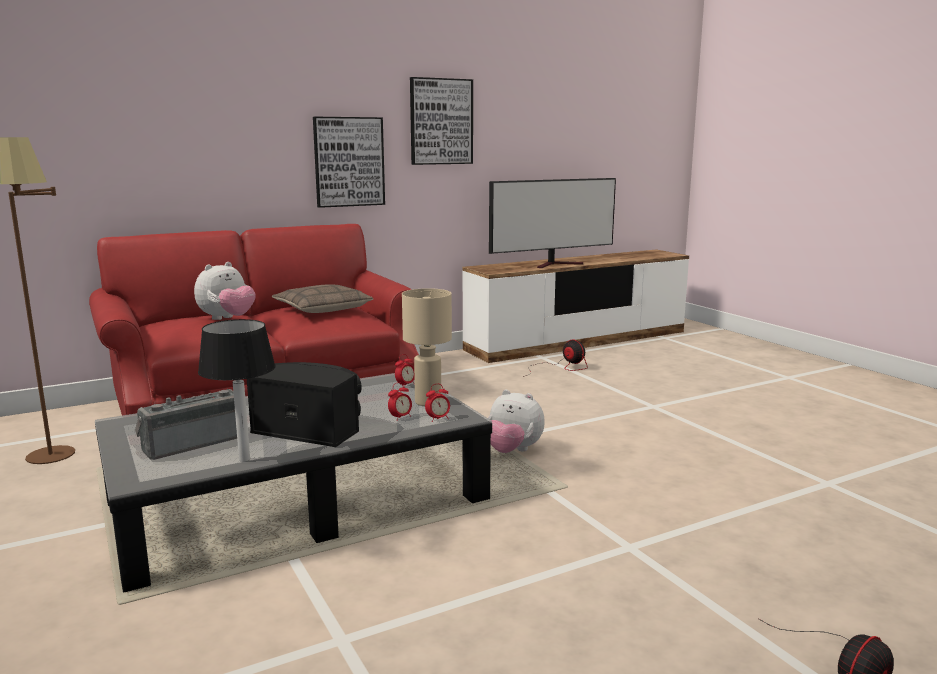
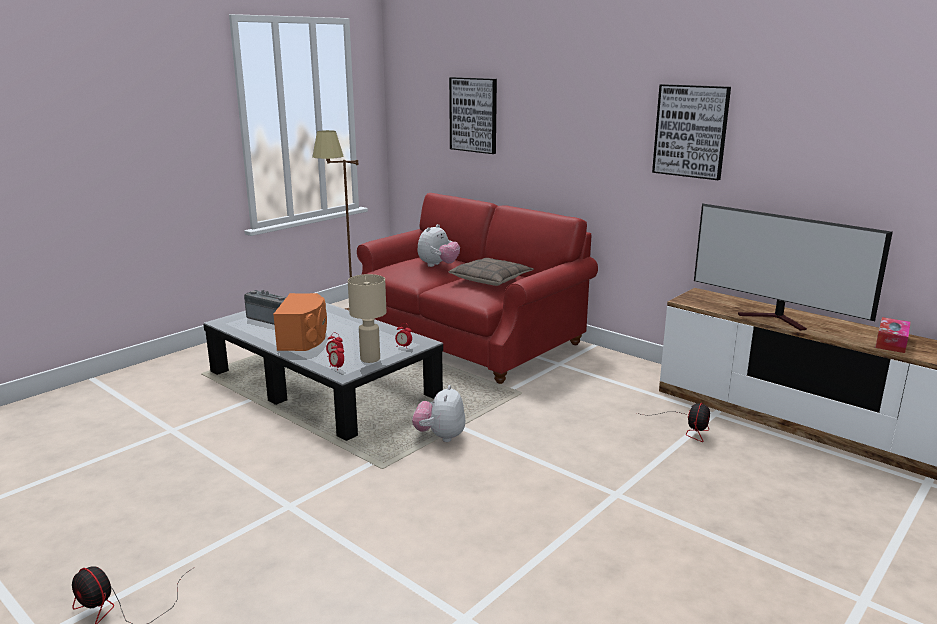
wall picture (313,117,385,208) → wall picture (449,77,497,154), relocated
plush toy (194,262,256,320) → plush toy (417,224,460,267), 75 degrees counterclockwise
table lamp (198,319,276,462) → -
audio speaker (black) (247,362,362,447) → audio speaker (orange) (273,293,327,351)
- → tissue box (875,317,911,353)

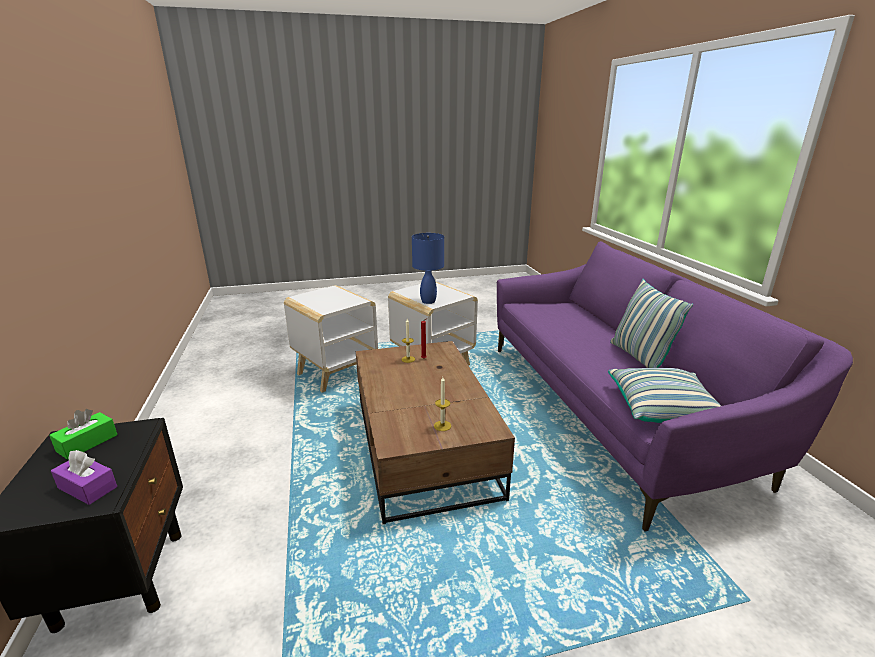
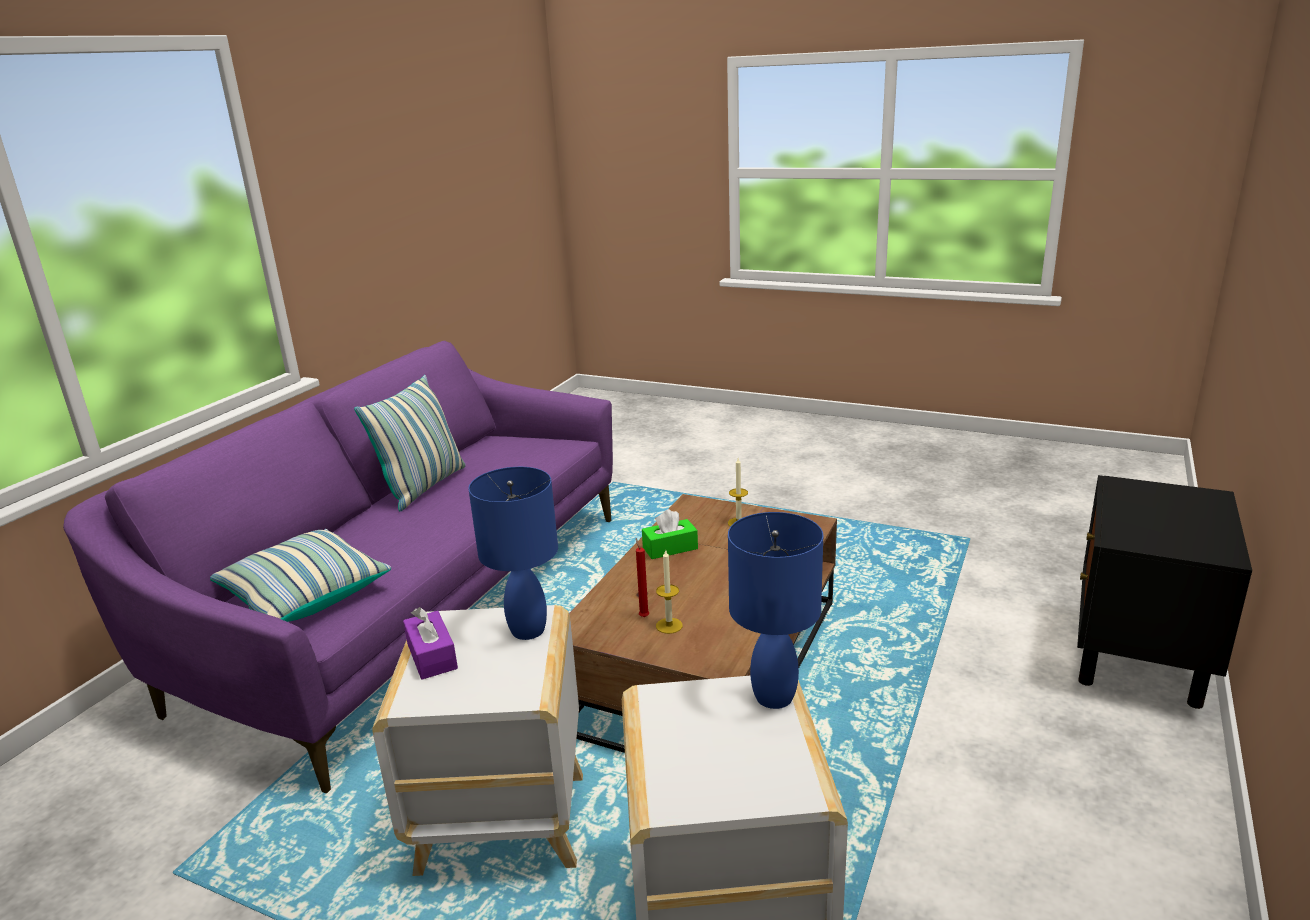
cushion (608,368,721,423) → cushion (210,529,391,622), relocated
tissue box (greenish) (49,409,117,460) → tissue box (greenish) (642,509,698,559), relocated
tissue box (purple-coloured) (51,450,117,505) → tissue box (purple-coloured) (403,607,458,679), relocated
- → table lamp (blue-coloured) (728,512,823,709)

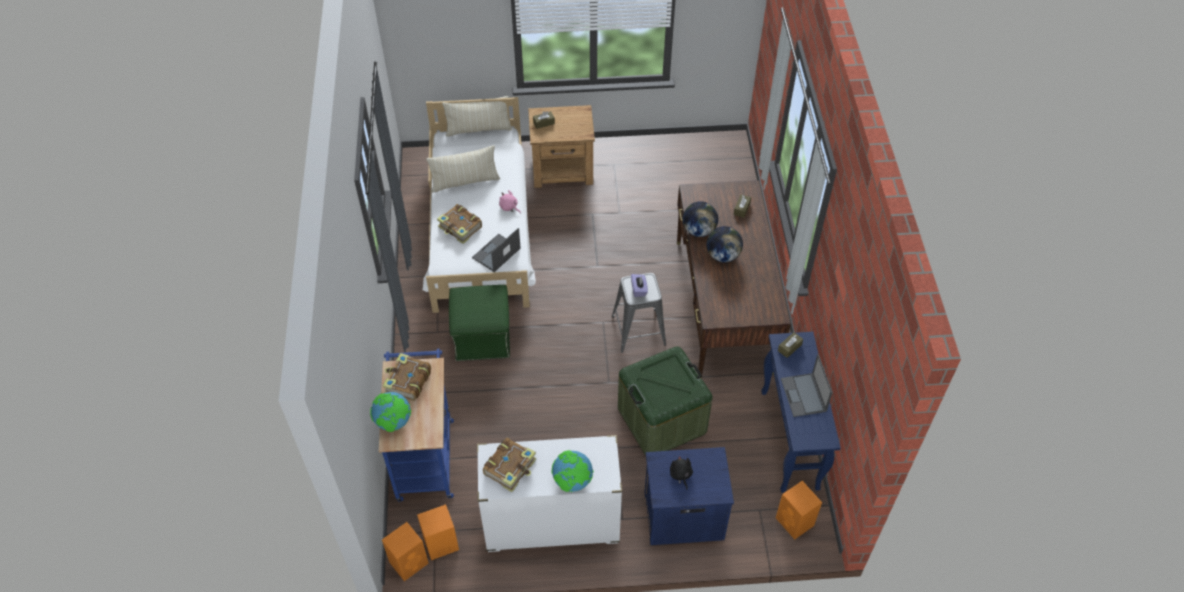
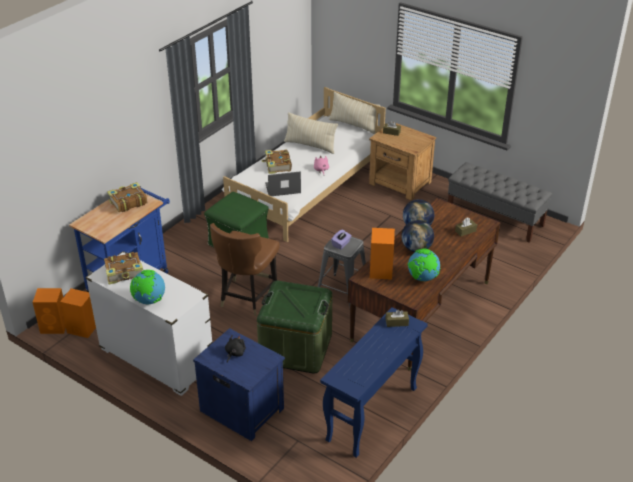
portable computer (781,354,833,417) → -
globe (370,392,411,432) → globe (407,249,441,281), relocated
audio speaker (orange) (776,481,822,540) → audio speaker (orange) (370,228,395,280), relocated
- → bench (gray) (448,162,552,243)
- → upright chair (brownish) (210,223,280,316)

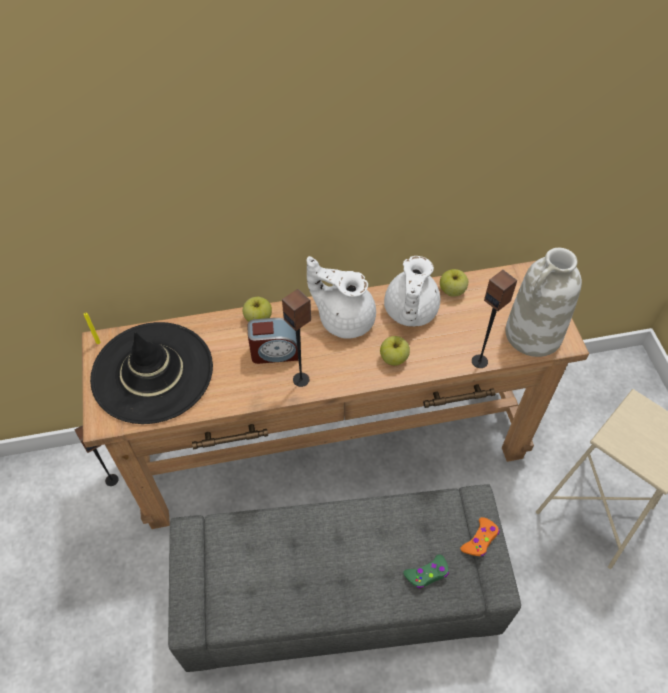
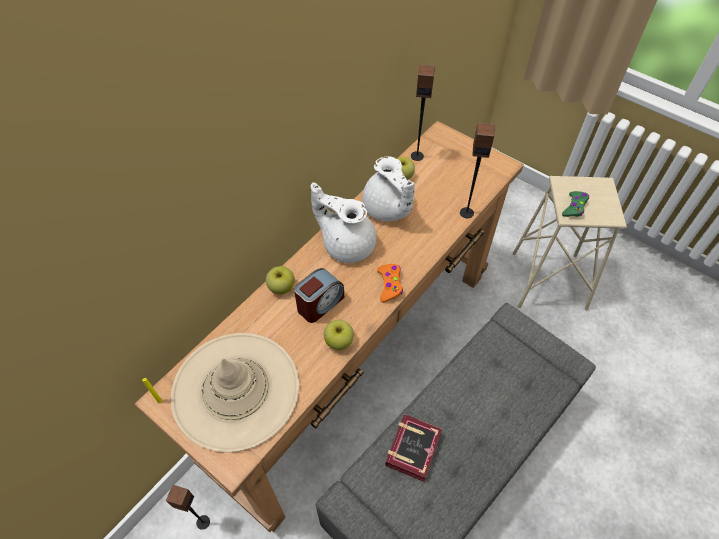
decorative vase (white-coloured) (505,248,582,357) → -
pot for tea (white-coloured) (307,256,376,339) → pot for tea (white-coloured) (311,183,376,263), 45 degrees clockwise
audio speaker (282,289,311,387) → audio speaker (411,65,435,161), relocated
hat (black) (90,322,213,424) → hat (beige-coloured) (171,333,299,452)
apple (380,336,410,366) → apple (324,320,354,350), relocated
game controller (orange) (460,517,500,556) → game controller (orange) (377,264,403,303), relocated
game controller (greenish) (403,554,449,589) → game controller (greenish) (562,191,589,217), relocated
- → volume (385,414,442,482)

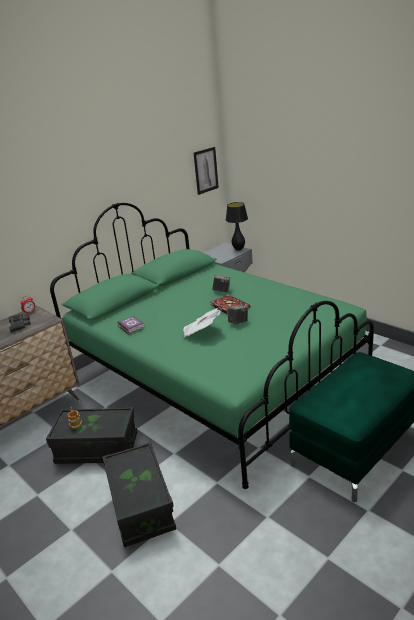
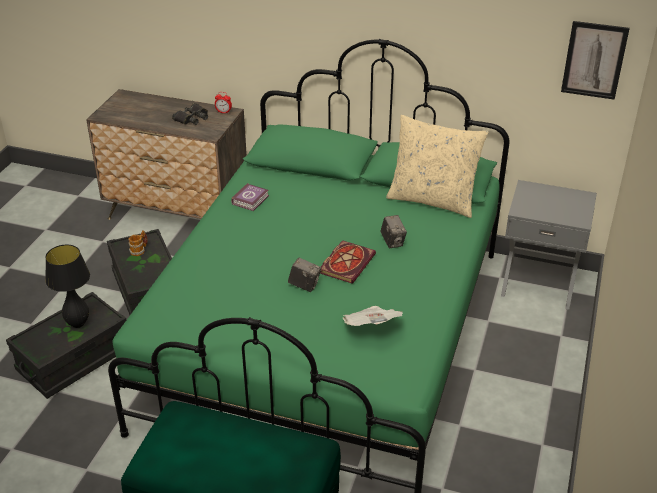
table lamp (black) (226,202,248,251) → table lamp (black) (45,245,90,328), relocated
daily paper (183,308,220,337) → daily paper (343,306,403,326), relocated
- → cushion (beige-coloured) (386,115,488,218)

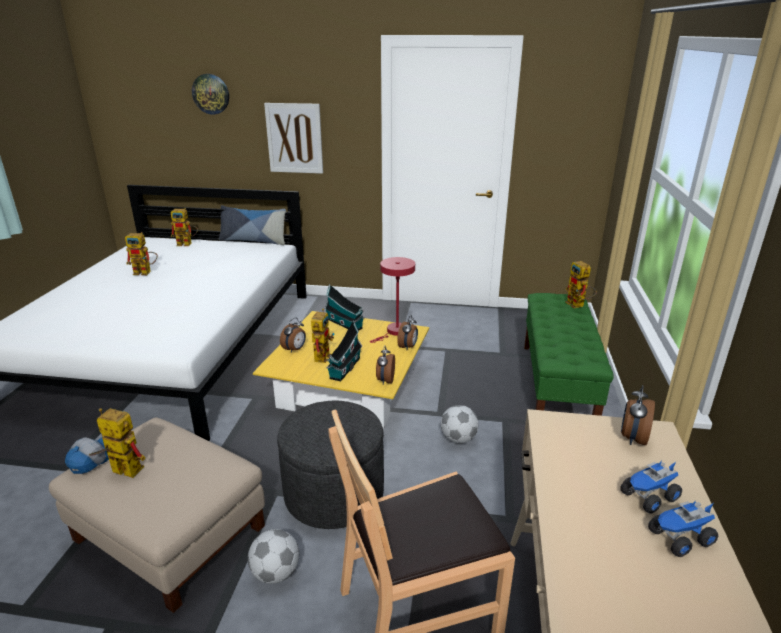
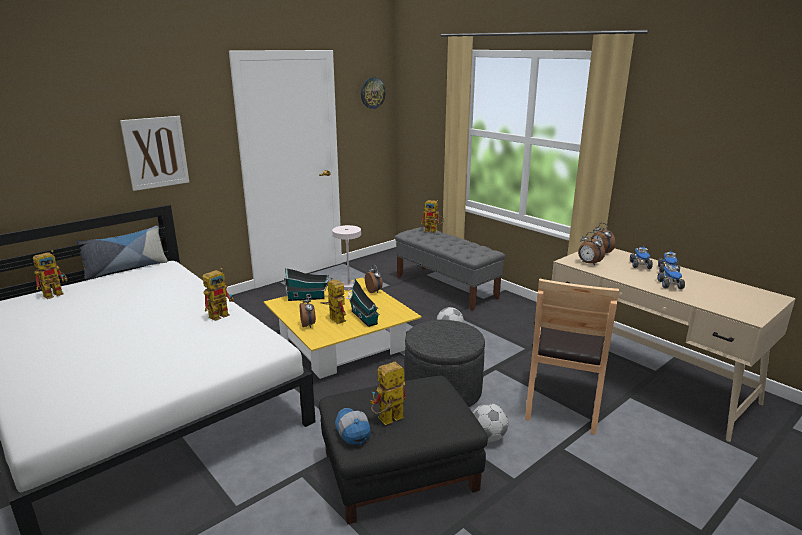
hanging clock (192,74,229,115) → hanging clock (361,77,386,109), relocated
robot figure (125,232,158,275) → robot figure (203,268,234,321), relocated
table lamp (reddish) (370,257,415,343) → table lamp (white-coloured) (332,225,361,299)
bench (greenish) (524,293,614,416) → bench (gray) (395,227,505,311)
bedside clock (376,345,395,385) → bedside clock (578,232,605,266), relocated
pouffe (beige-coloured) (49,418,265,613) → pouffe (black) (319,376,488,524)
- → model truck (658,263,685,289)

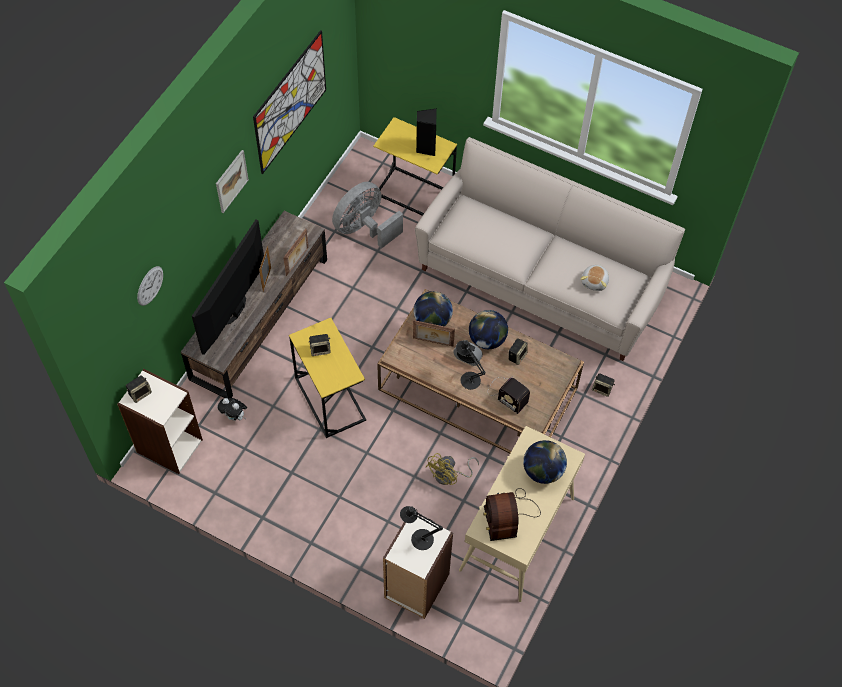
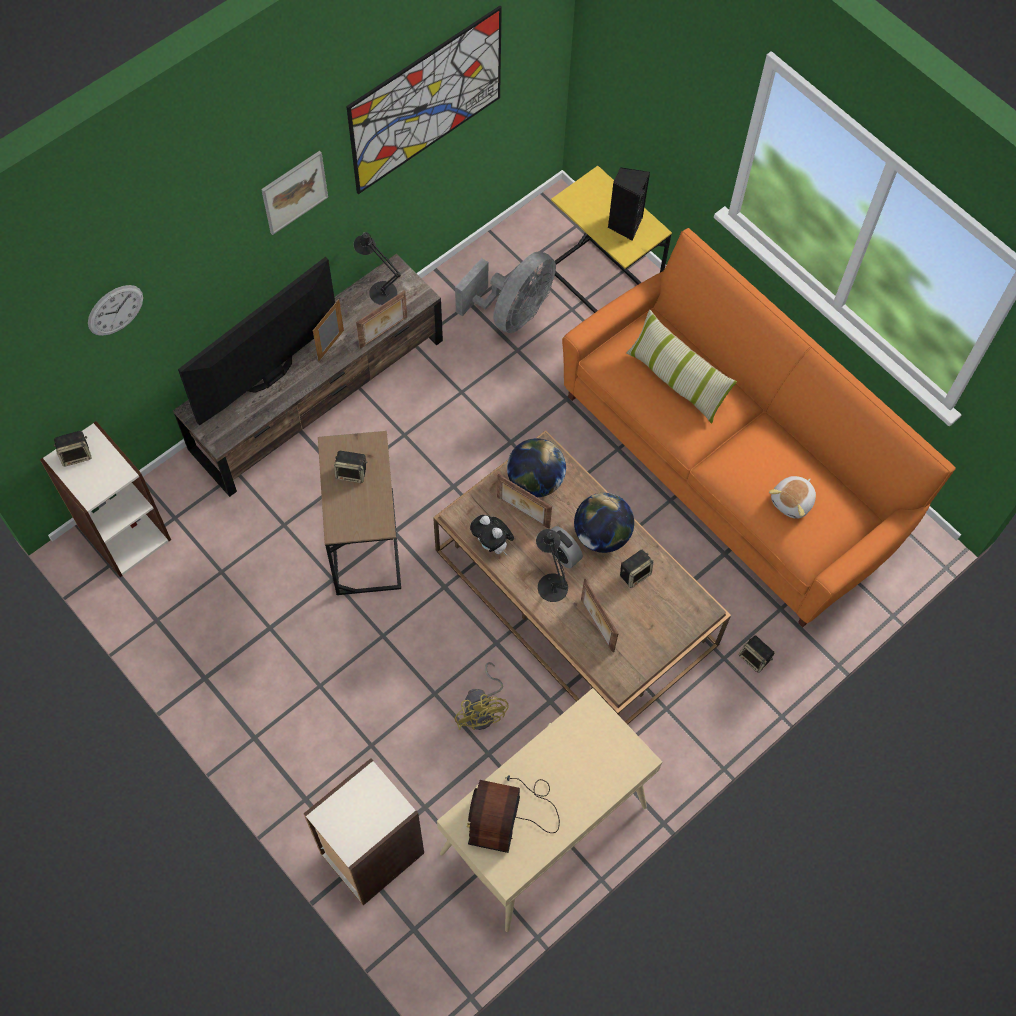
settee (beige-coloured) (415,137,685,361) → settee (orange) (562,228,956,627)
electric fan (gray) (332,182,403,249) → electric fan (gray) (455,251,556,333), 150 degrees clockwise
accent table (yellow-coloured) (289,318,366,438) → accent table (brownish) (318,431,401,595)
radio (488,376,530,414) → photo frame (581,579,619,652)
plush toy (218,398,247,421) → plush toy (470,515,514,555), relocated
globe (523,440,567,484) → -
electric fan (yellow-coloured) (426,453,479,485) → electric fan (yellow-coloured) (455,662,509,730), 75 degrees counterclockwise
table lamp (black) (400,506,443,550) → table lamp (black) (353,232,401,305), relocated
- → cushion (626,310,737,424)

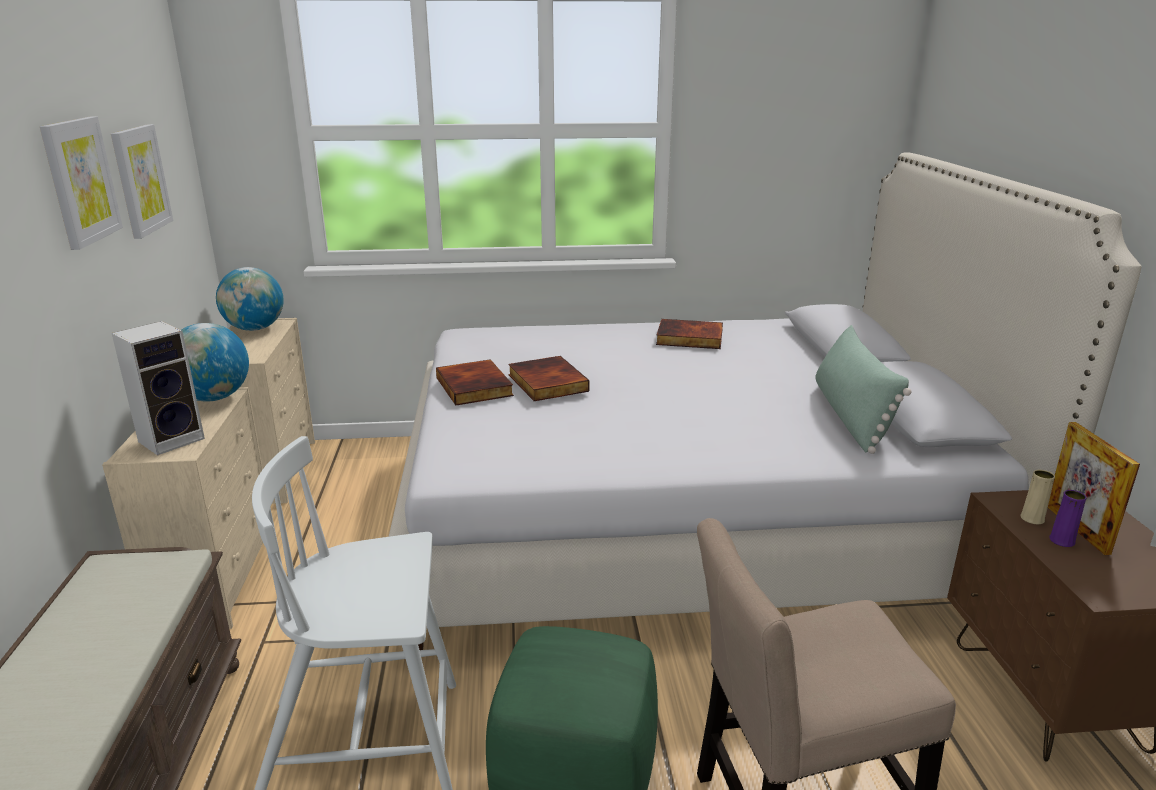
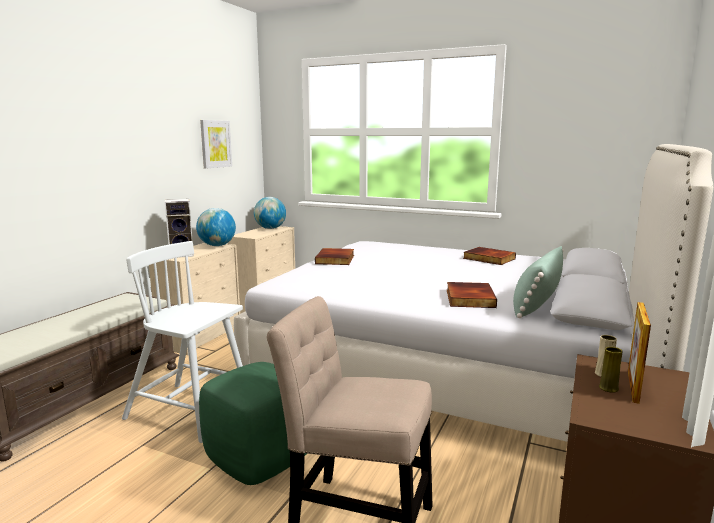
wall picture (40,117,123,250) → -
volume (508,356,589,401) → volume (447,282,497,308), relocated
decorative vase (purple-coloured) (1049,490,1086,547) → decorative vase (yellow-coloured) (599,347,622,393)

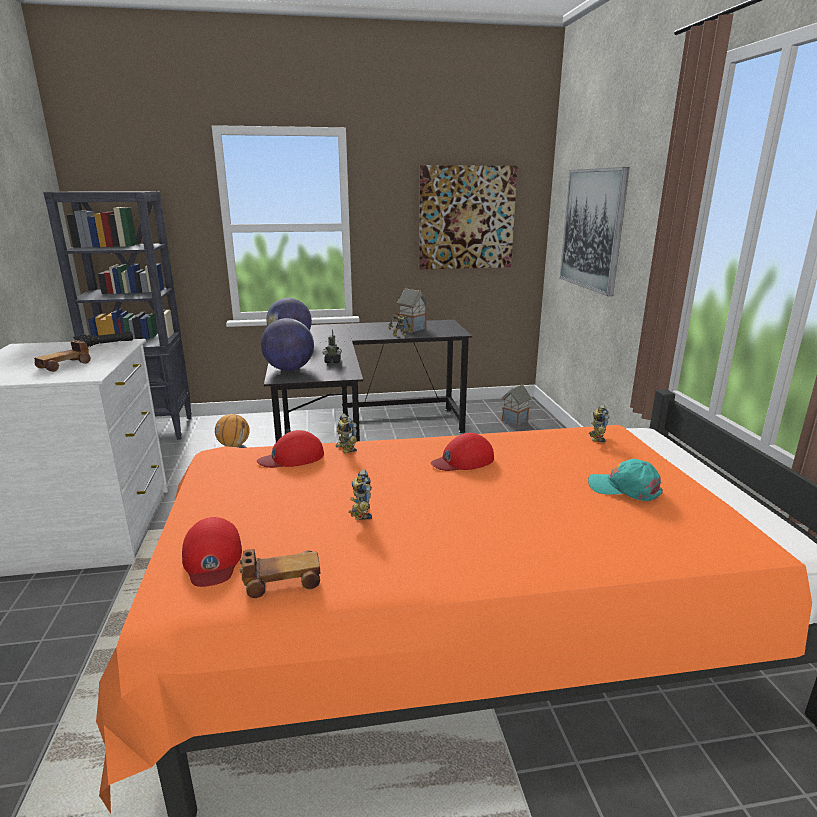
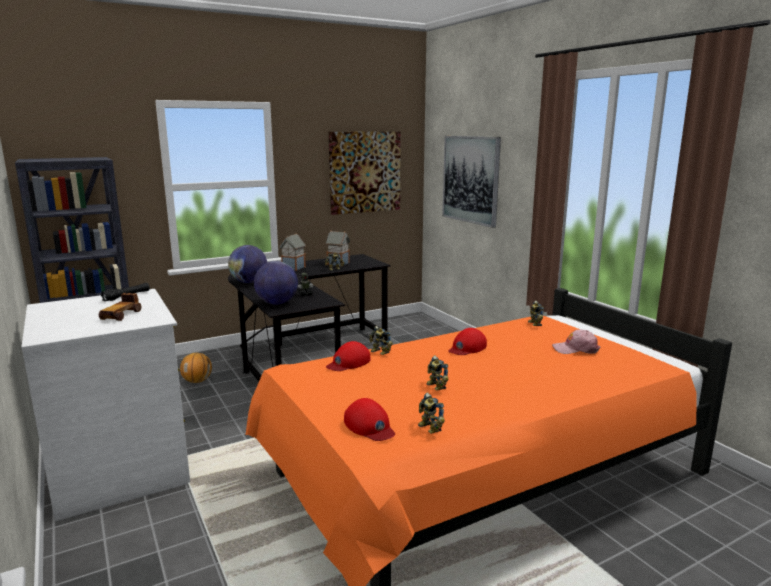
toy house (502,384,531,426) → toy house (279,233,306,271), relocated
baseball cap (blue-green) (588,459,663,501) → baseball cap (pinkish) (552,329,601,354)
model car (240,549,320,598) → robot figure (418,393,445,434)

